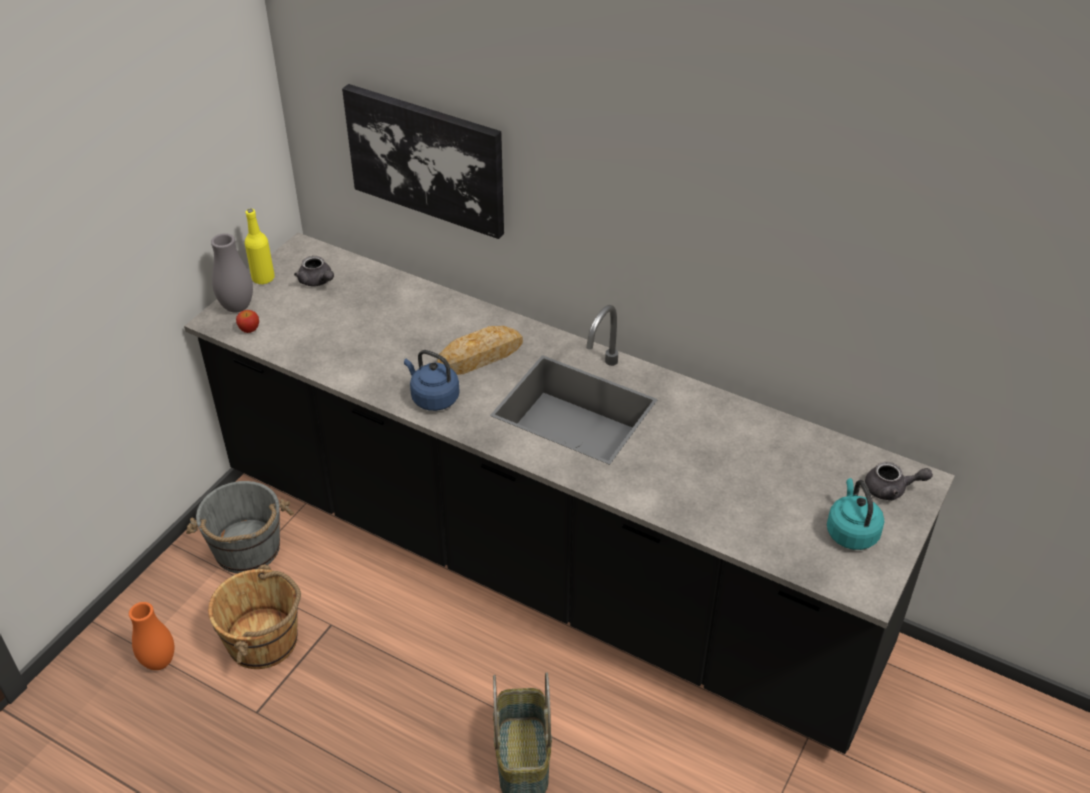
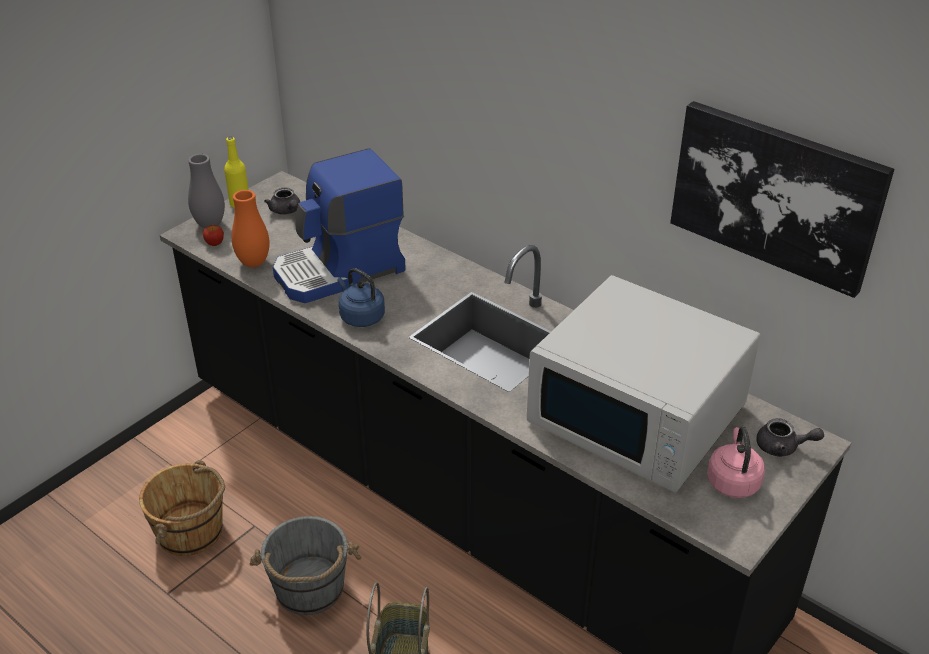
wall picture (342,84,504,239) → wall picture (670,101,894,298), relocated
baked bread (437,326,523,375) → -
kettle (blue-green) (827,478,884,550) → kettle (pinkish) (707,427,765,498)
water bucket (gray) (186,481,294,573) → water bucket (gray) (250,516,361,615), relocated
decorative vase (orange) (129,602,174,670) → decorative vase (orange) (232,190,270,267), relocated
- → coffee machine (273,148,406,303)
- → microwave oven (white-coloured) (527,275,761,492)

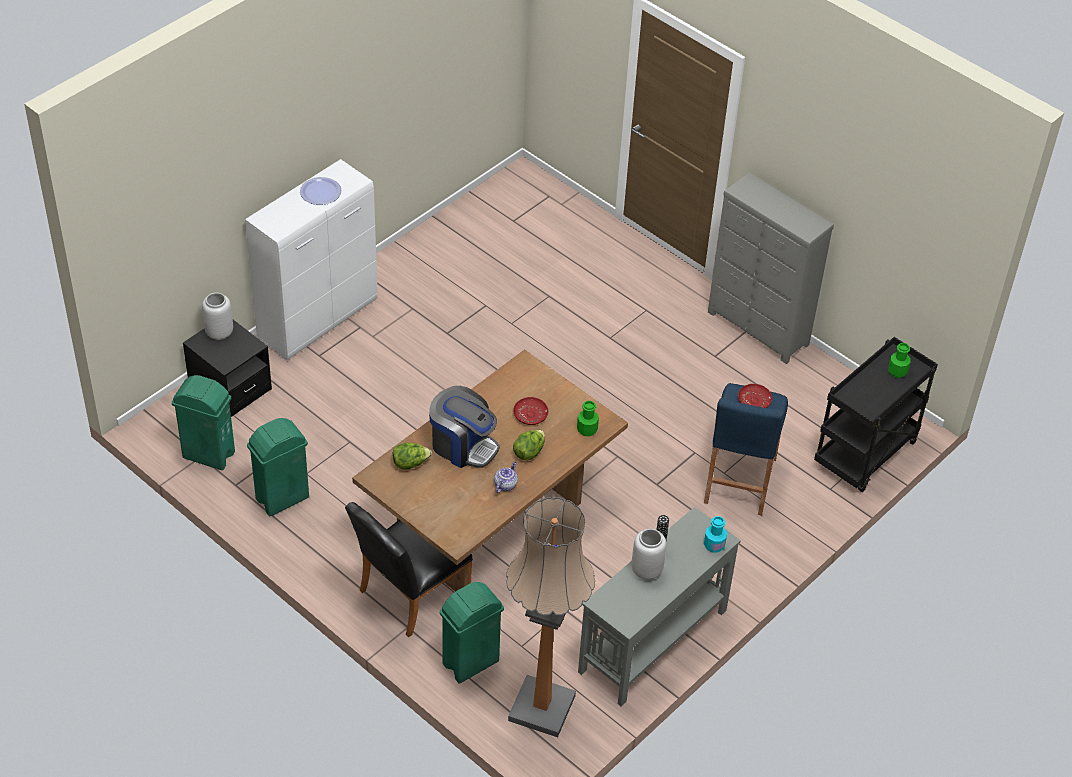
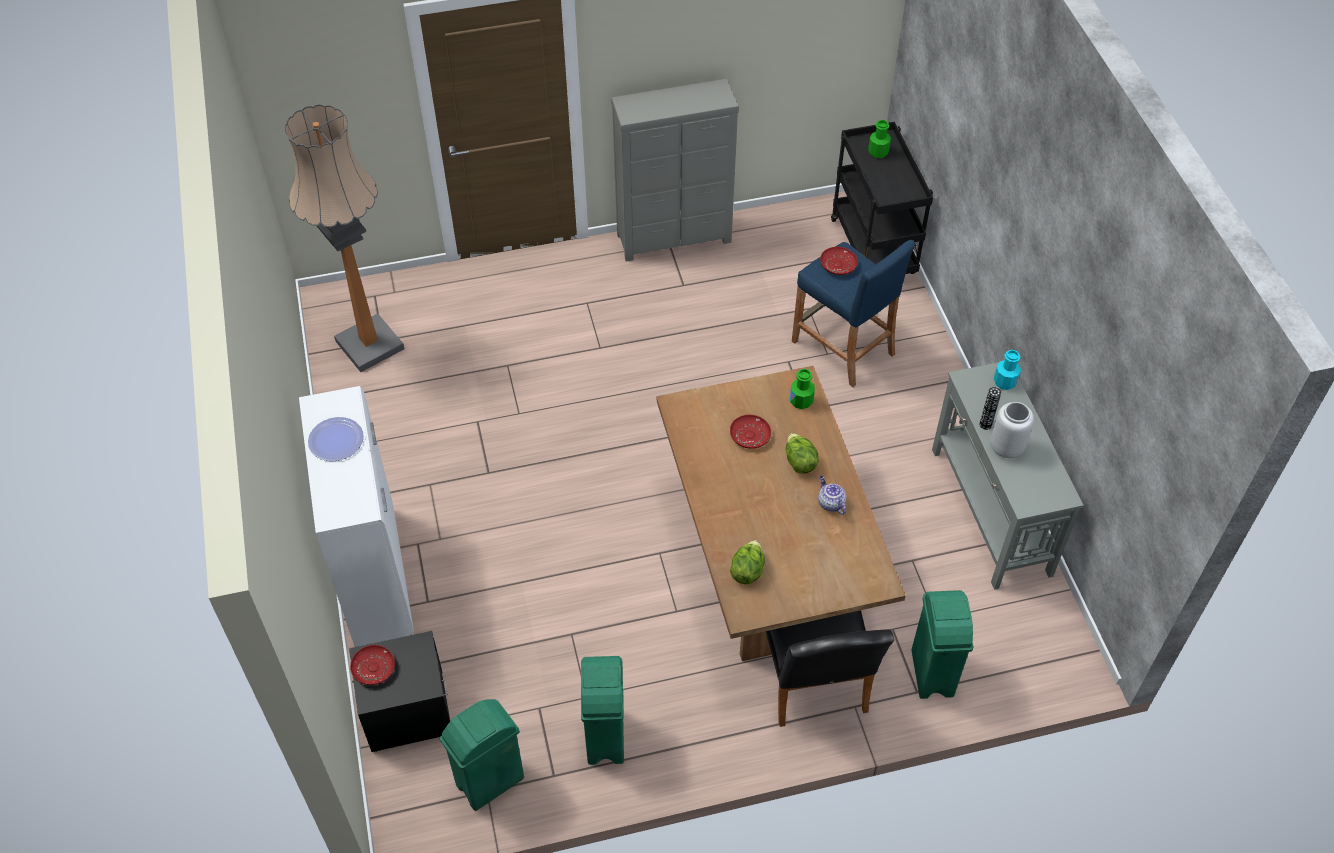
decorative vase (gray) (202,293,233,340) → flat dish (reddish) (350,645,395,685)
coffee machine (429,386,500,468) → -
standard lamp (506,497,595,737) → standard lamp (285,104,404,372), relocated

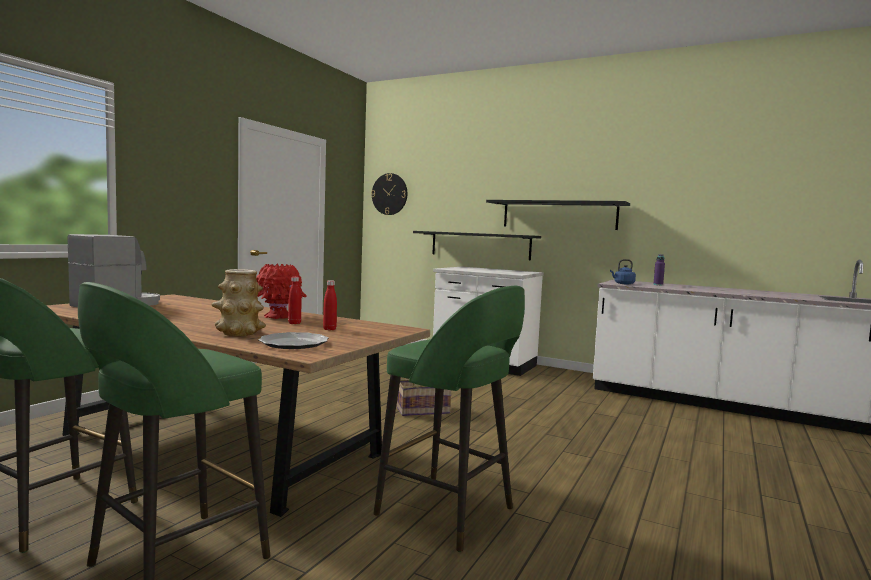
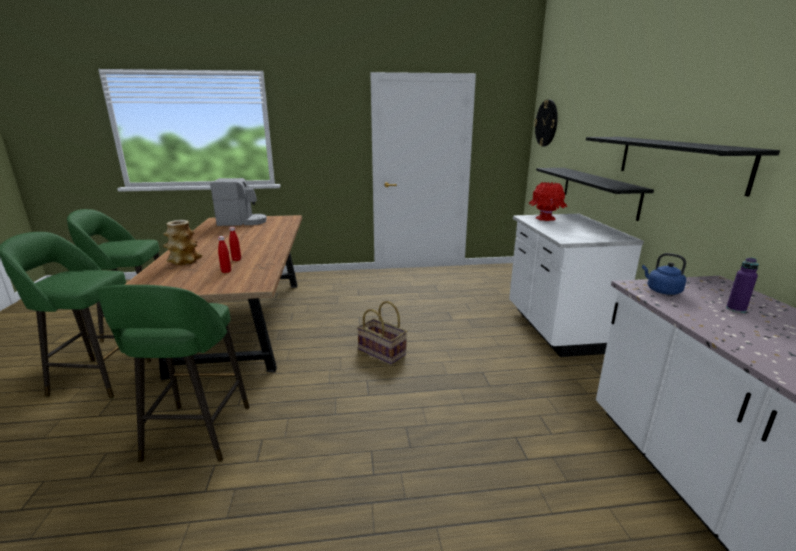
decorative vase (reddish) (256,263,307,319) → decorative vase (reddish) (529,182,567,221), relocated
flat dish (258,332,328,349) → -

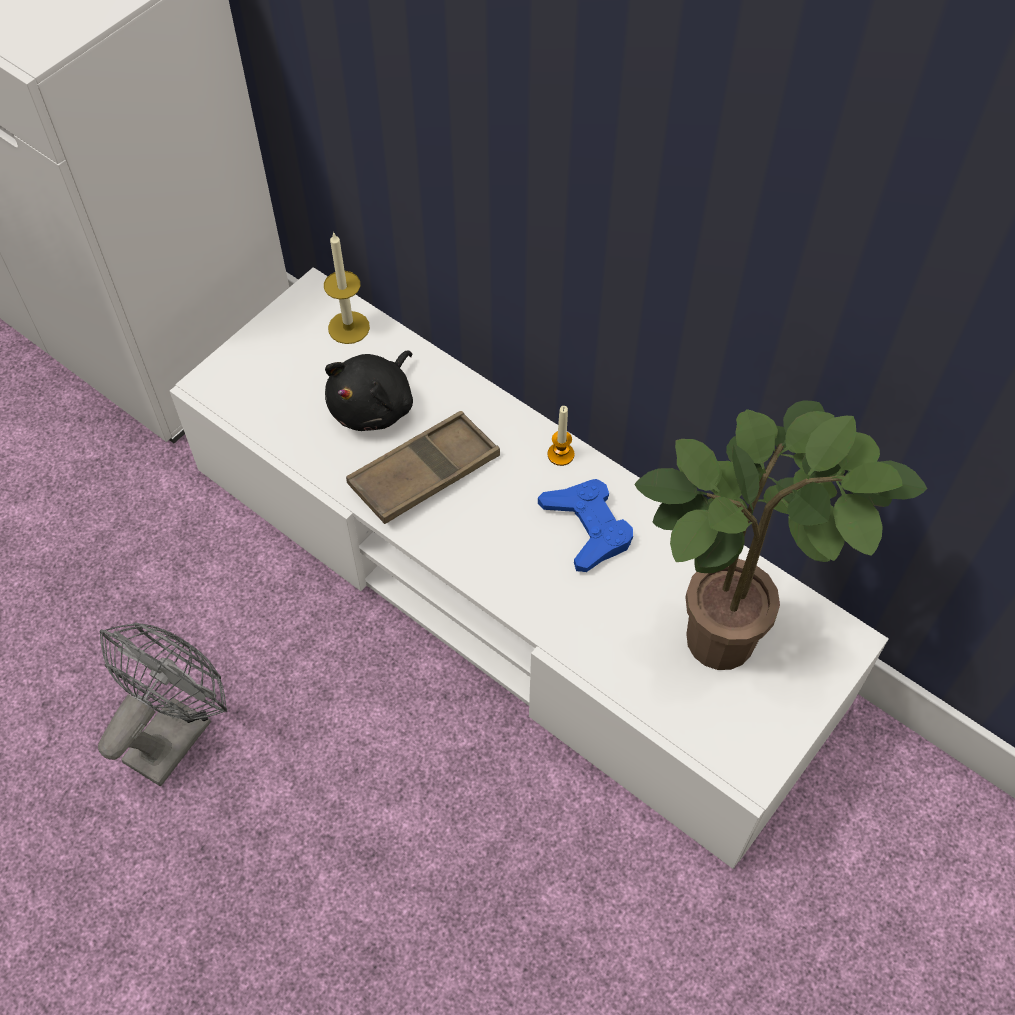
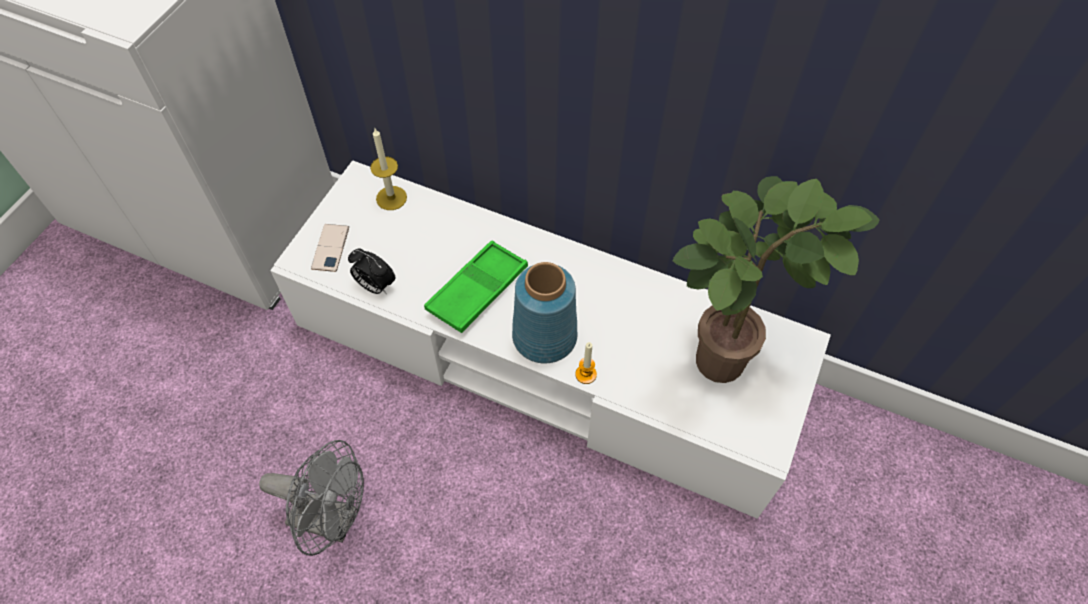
plush toy (black) (325,351,413,431) → -
candle (548,406,575,466) → candle (575,342,597,384), relocated
tray (brownish) (346,411,500,524) → tray (greenish) (424,241,528,333)
game controller (blue-coloured) (538,479,633,572) → -
electric fan (gray) (98,623,227,786) → electric fan (gray) (259,440,364,556), 90 degrees clockwise
- → telephone (311,224,349,272)
- → bedside clock (348,249,395,294)
- → decorative vase (blue-coloured) (512,262,577,363)

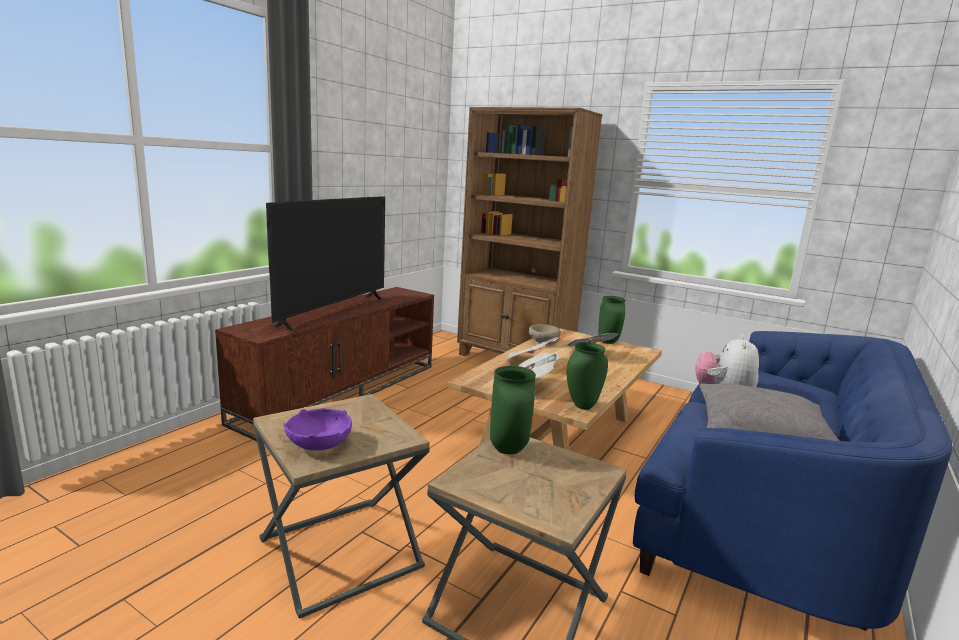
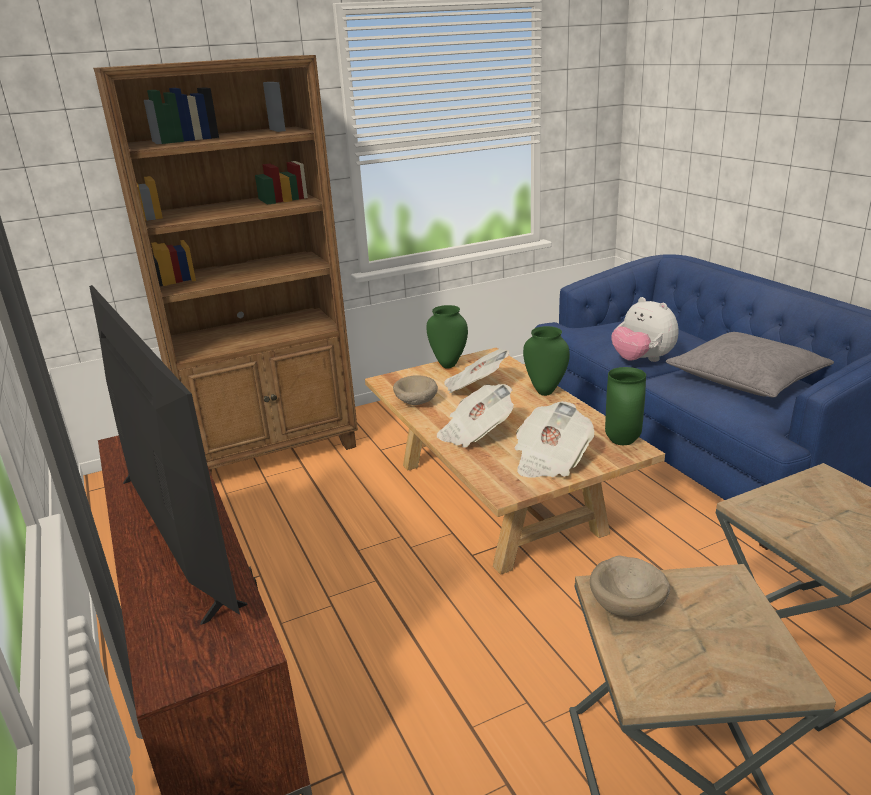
decorative vase (greenish) (490,366,536,454) → decorative vase (greenish) (523,326,570,396), relocated
serving bowl (purple-coloured) (283,408,352,451) → -
- → serving bowl (beige-coloured) (590,556,670,617)

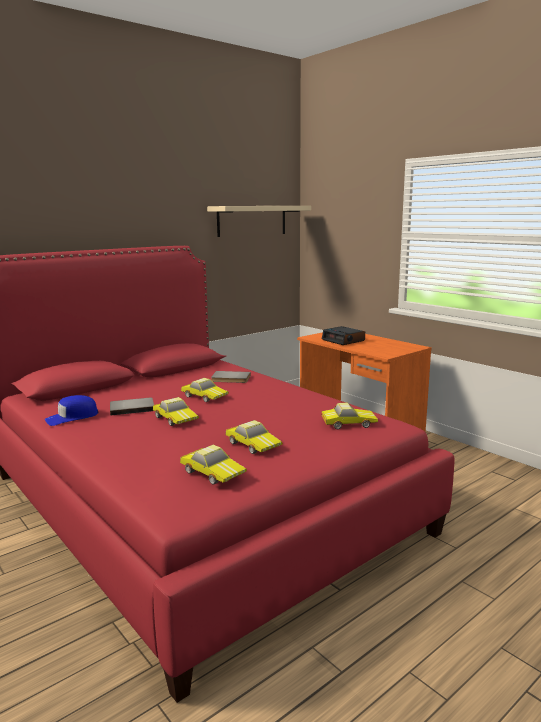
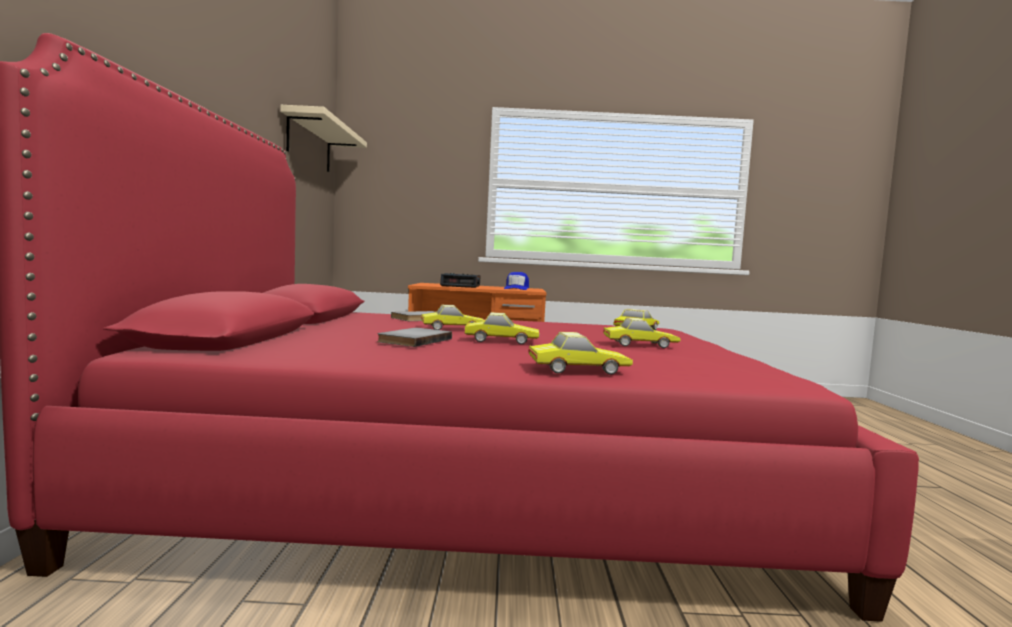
baseball cap (blue-coloured) (45,395,98,426) → baseball cap (blue-coloured) (504,272,529,290), relocated
model car (180,445,247,485) → model car (529,332,633,375), relocated

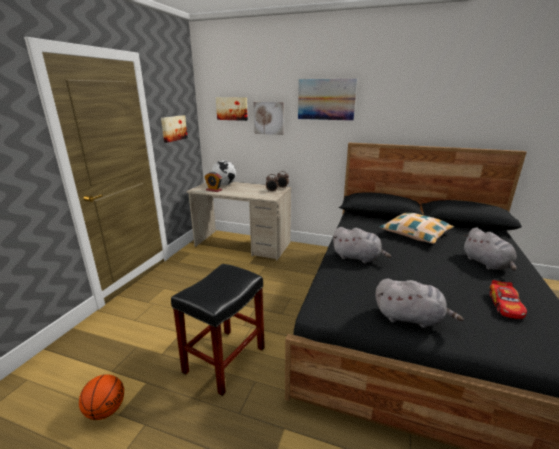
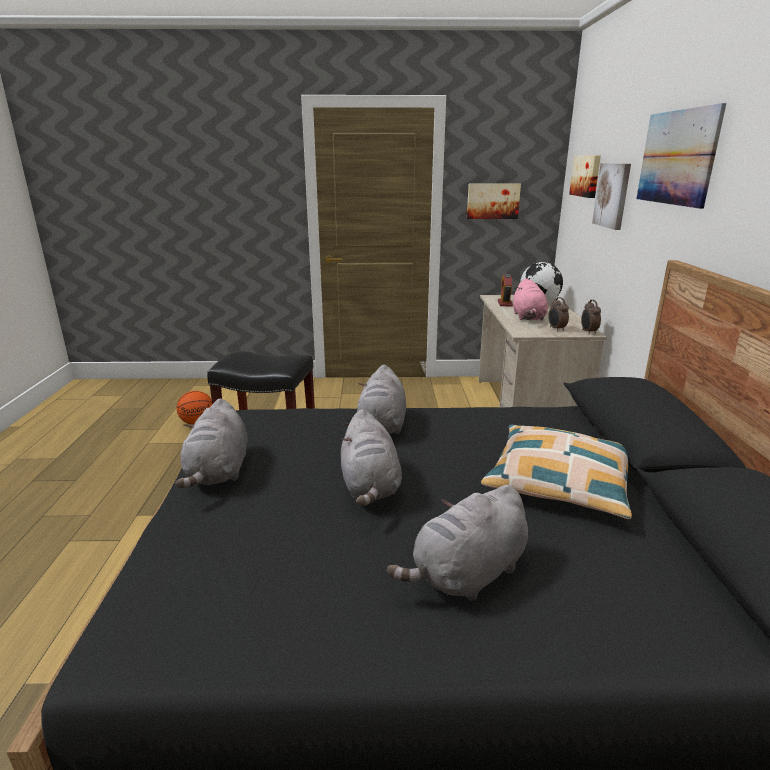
model car (489,280,527,319) → -
- → plush toy (pinkish) (513,278,548,320)
- → plush toy (gray) (341,409,402,506)

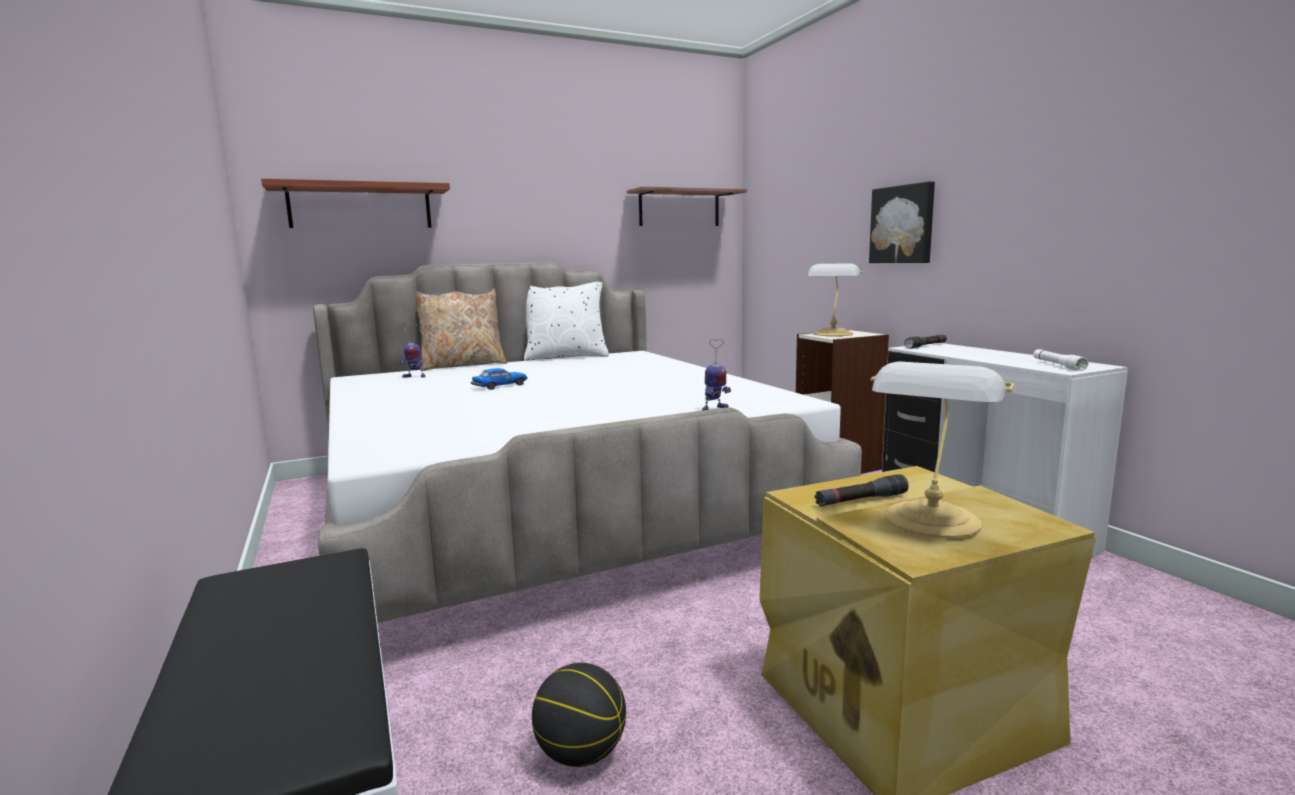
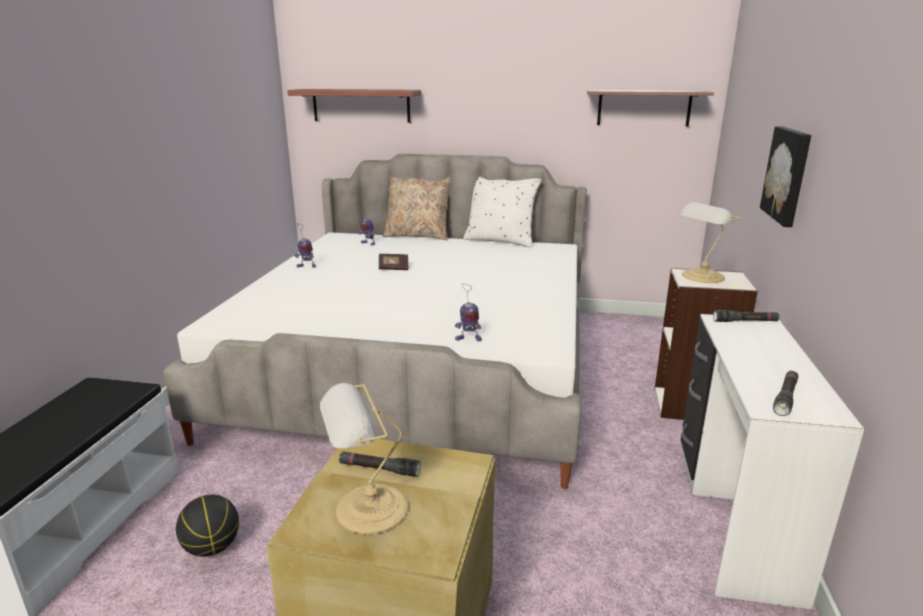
torch (white-coloured) (1033,349,1089,371) → torch (black) (773,370,798,416)
model car (471,368,528,390) → volume (379,254,408,270)
- → robot figure (294,224,316,268)

